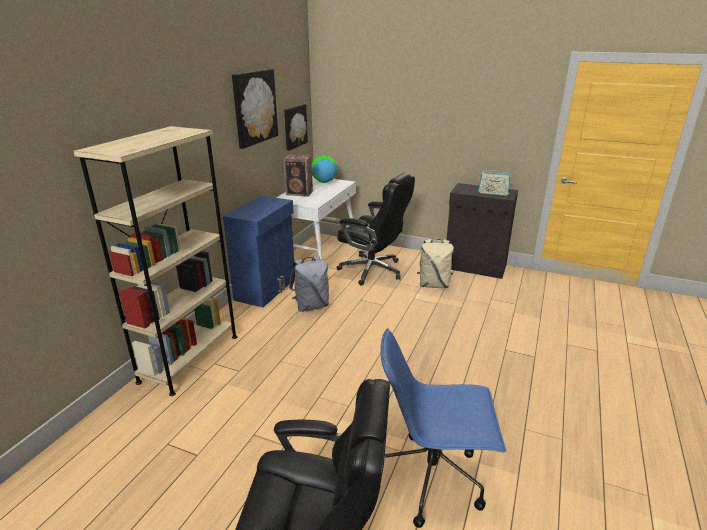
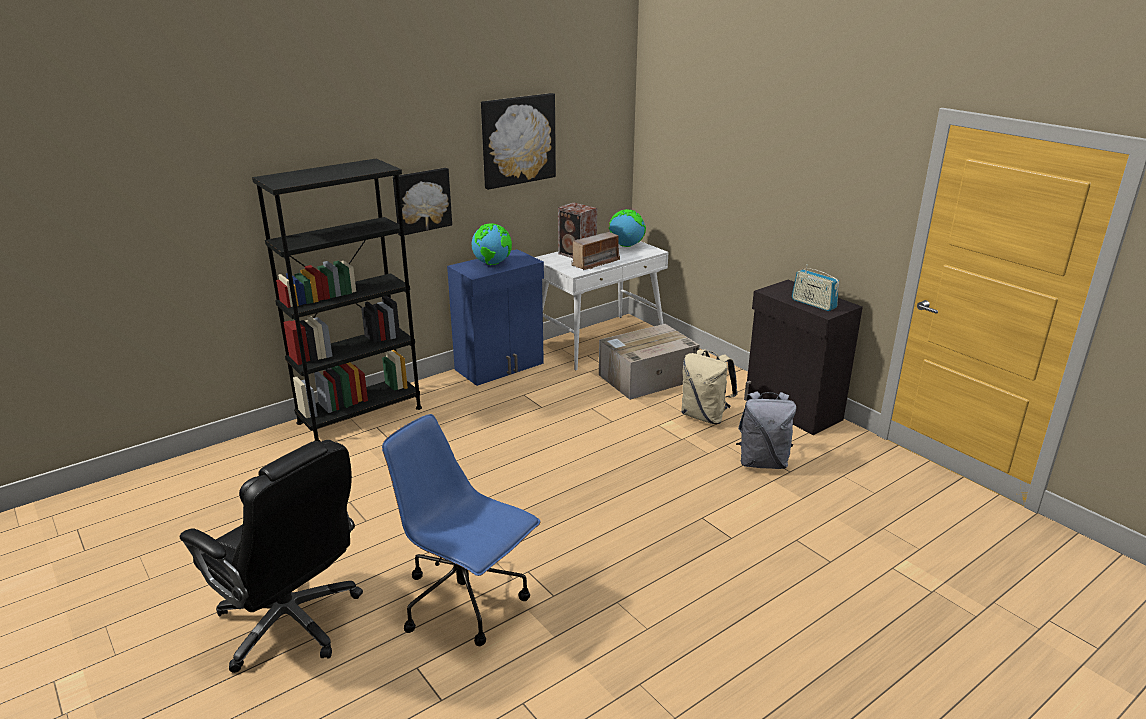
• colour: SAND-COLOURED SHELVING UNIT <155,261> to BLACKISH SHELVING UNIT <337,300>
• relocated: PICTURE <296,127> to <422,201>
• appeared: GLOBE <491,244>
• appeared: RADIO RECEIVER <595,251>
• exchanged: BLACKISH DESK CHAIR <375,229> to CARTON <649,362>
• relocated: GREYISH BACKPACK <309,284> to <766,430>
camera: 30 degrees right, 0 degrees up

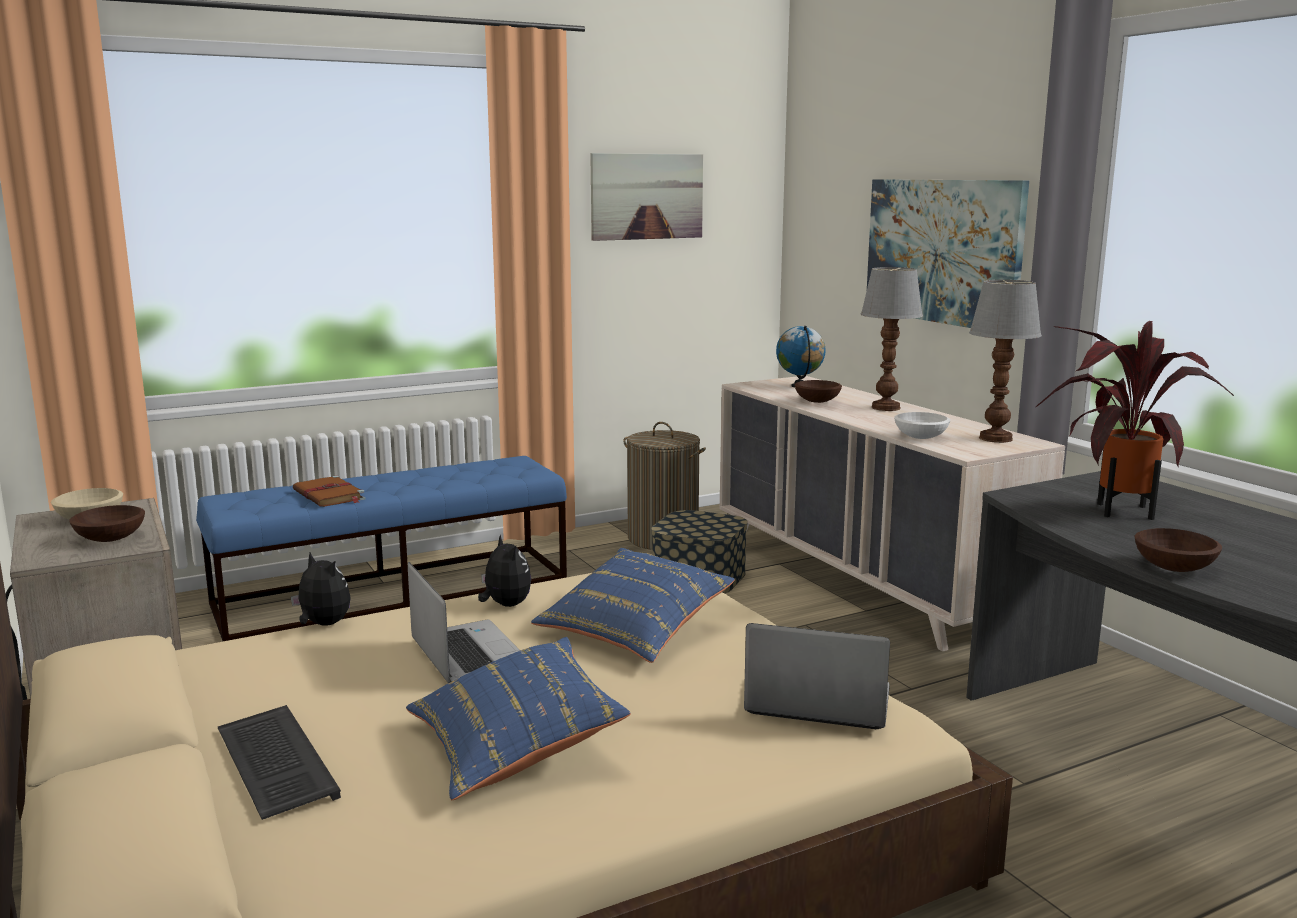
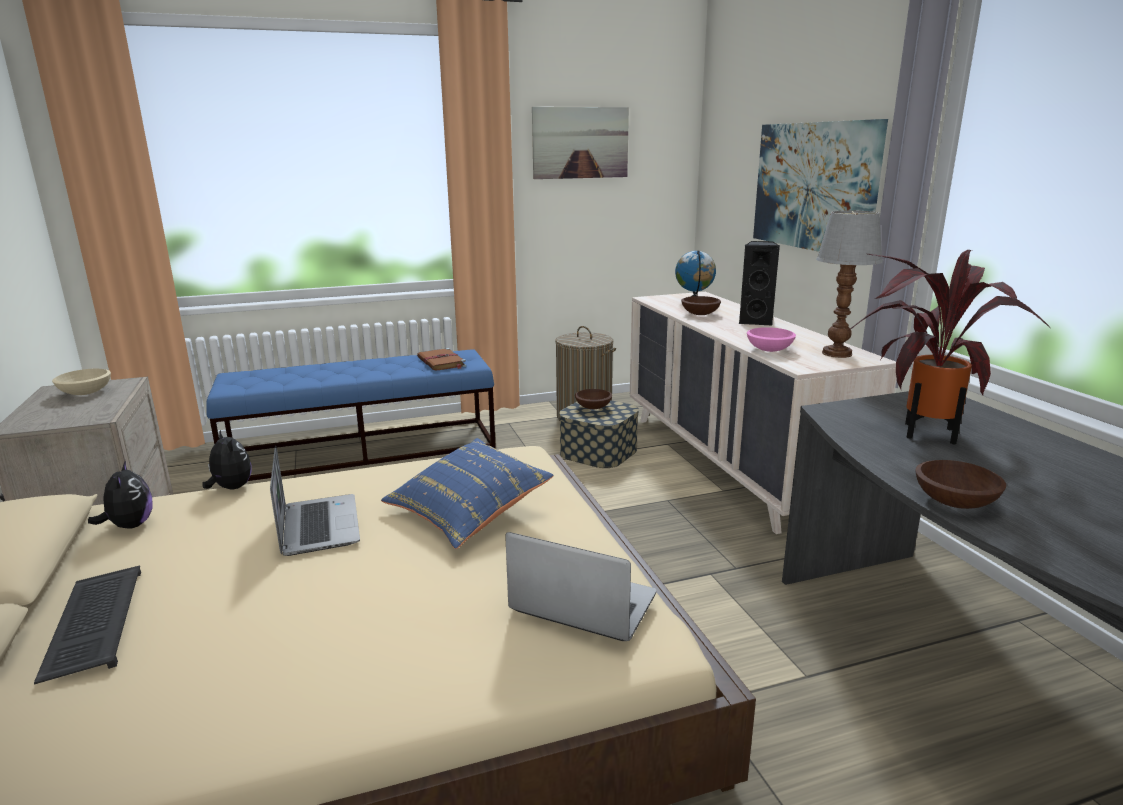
• relocated: CUDDLY TOY <504,570> to <120,494>
• relocated: BROWNISH VOLUME <329,491> to <441,359>
• relocated: BROWNISH SERVING BOWL <107,523> to <593,399>
• exchanged: TABLE LAMP <892,339> to BLACKISH LOUDSPEAKER <759,283>
• colour: WHITE SERVING BOWL <922,425> to PINK SERVING BOWL <771,339>
• missing: BLUE CUSHION <518,718>
camera: 10 degrees right, 5 degrees up

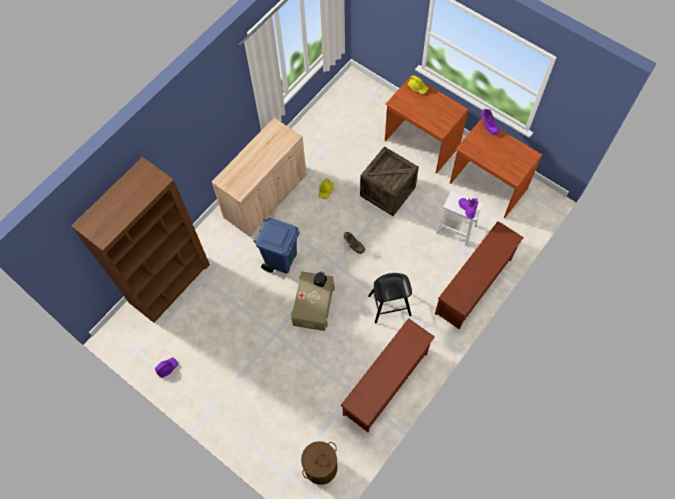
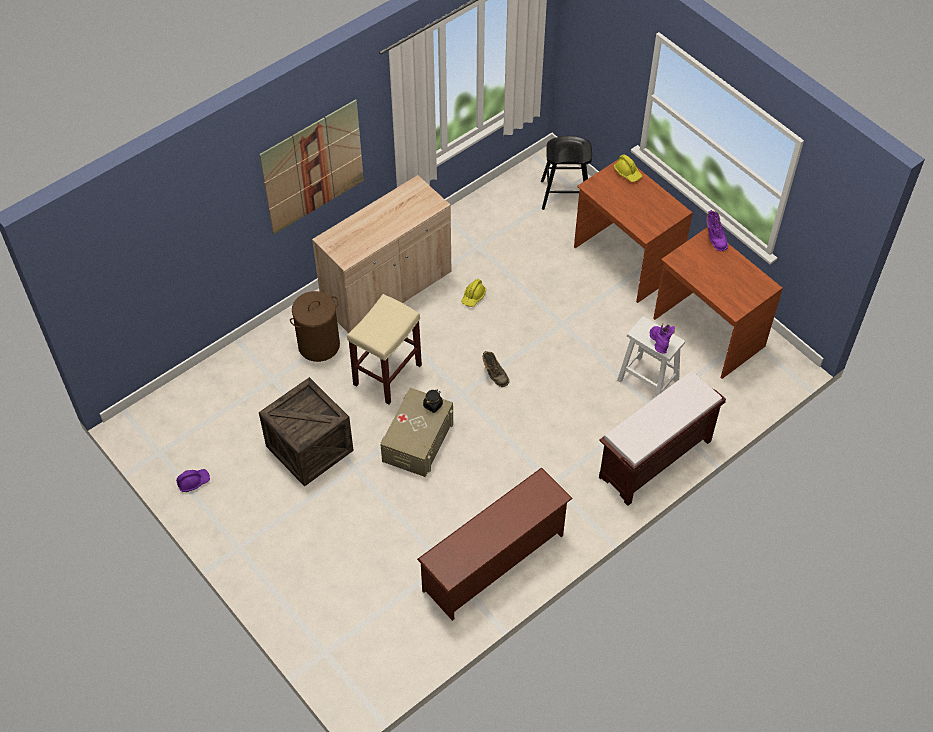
• appeared: PICTURE <311,166>
• relocated: CRATE <389,181> to <306,432>
• relocated: BROWNISH HAMPER <319,463> to <315,326>
• exchanged: BLUE WASTE BIN <276,246> to SAND-COLOURED STOOL SEAT <384,349>
• relocated: BLACKISH STOOL SEAT <390,298> to <566,173>
• exchanged: BROWNISH SHOE RACK <479,275> to BROWNISH LONG SEAT <662,438>
• missing: BROWNISH SHELVING UNIT <140,240>
camera: 10 degrees right, 10 degrees down

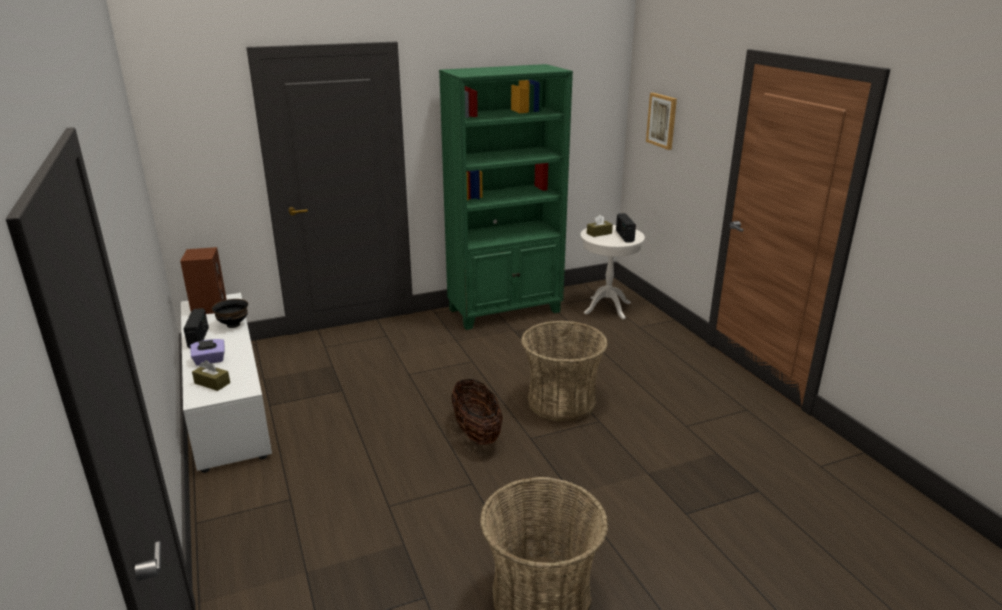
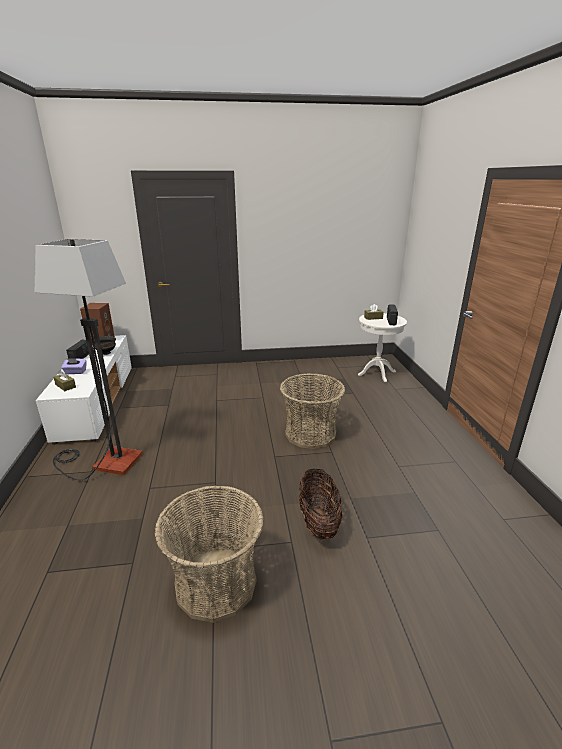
• appeared: STANDING LAMP <89,359>
• relocated: HOUSEHOLD BASKET <477,412> to <321,504>
• missing: GREENISH SHELVING UNIT <506,197>
• missing: PICTURE <661,121>
camera: 15 degrees right, 0 degrees up

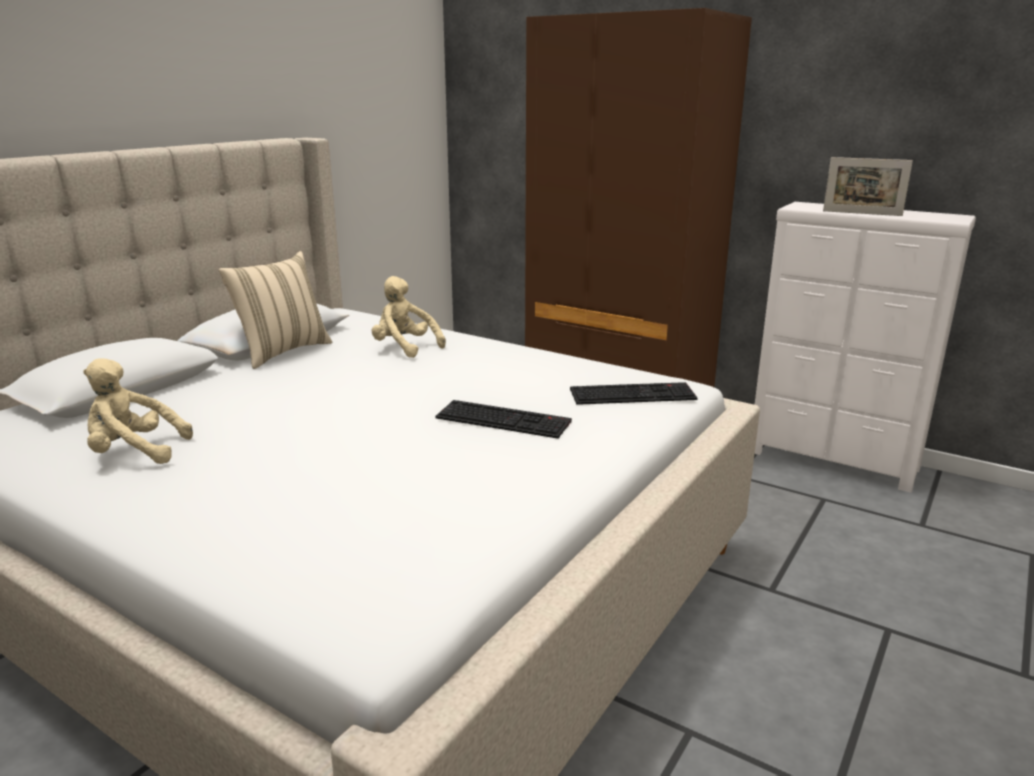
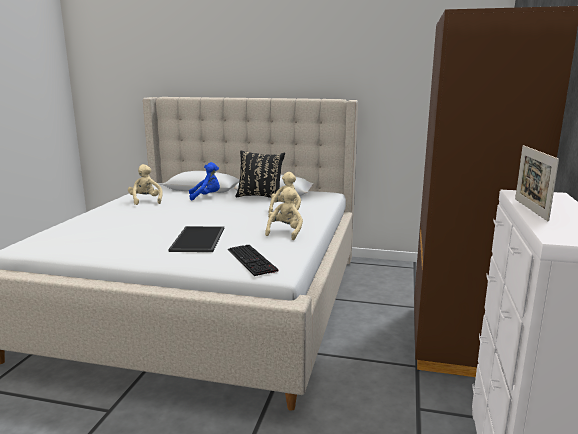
• exchanged: PC KEYBOARD <503,419> to SERVING TRAY <196,239>
• appeared: BLUE CUDDLY TOY <204,181>
• colour: SAND-COLOURED CUSHION <275,310> to BLACKISH CUSHION <260,174>
• appeared: SAND-COLOURED CUDDLY TOY <284,213>
camera: 70 degrees right, 5 degrees down

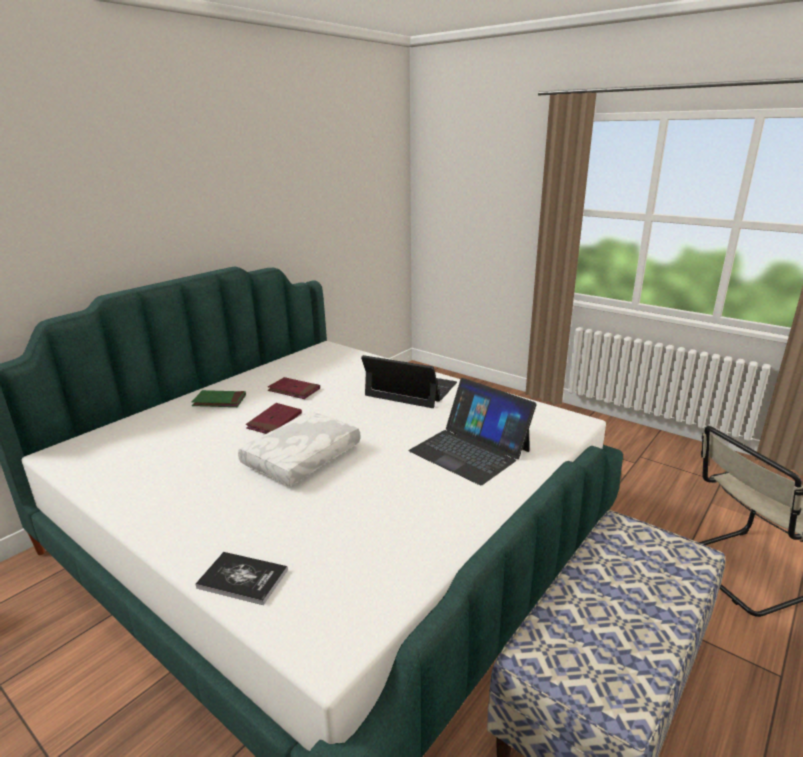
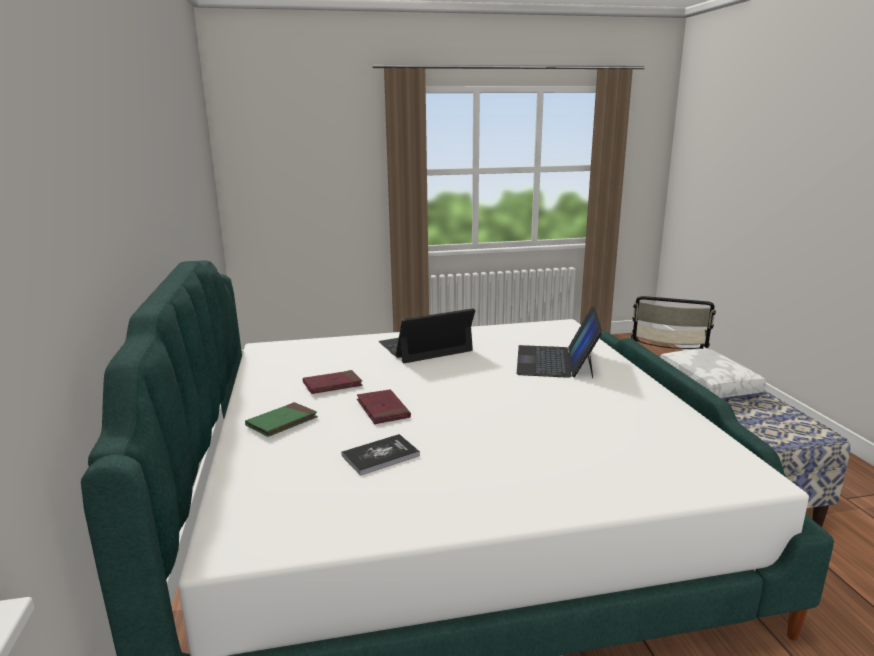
• relocated: VOLUME <242,578> to <381,455>
• spun: NOTEBOOK COMPUTER <473,431> = <559,342> 105 degrees clockwise
• relocated: WHITE CUSHION <299,448> to <713,373>
camera: 50 degrees left, 5 degrees down

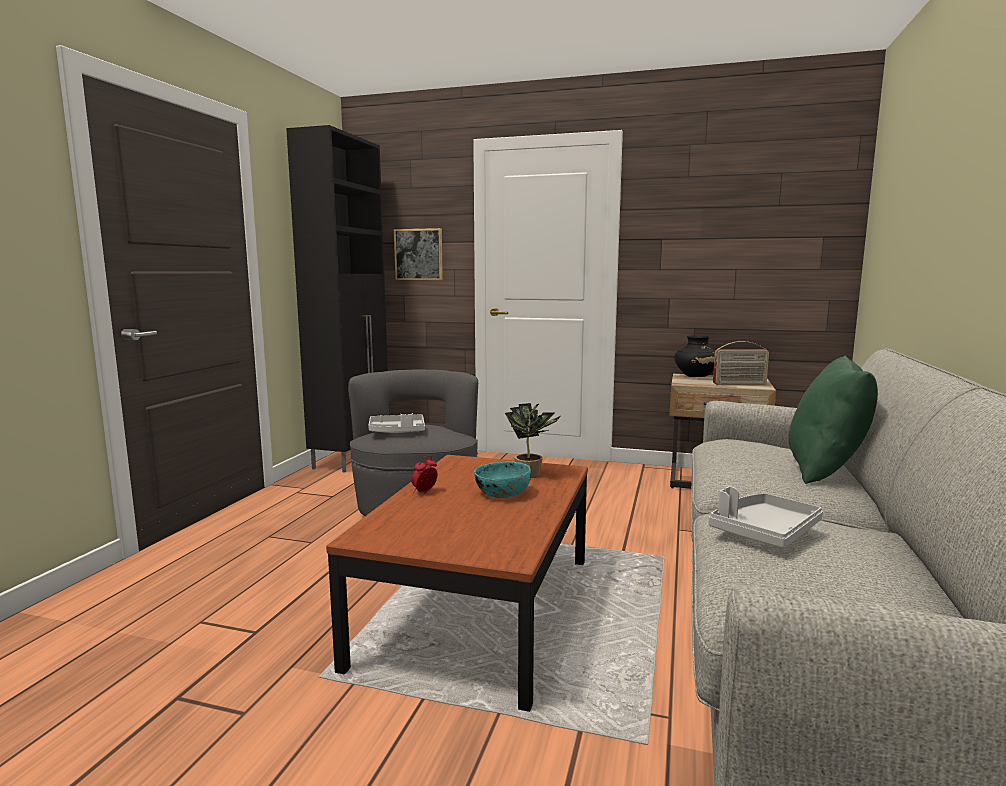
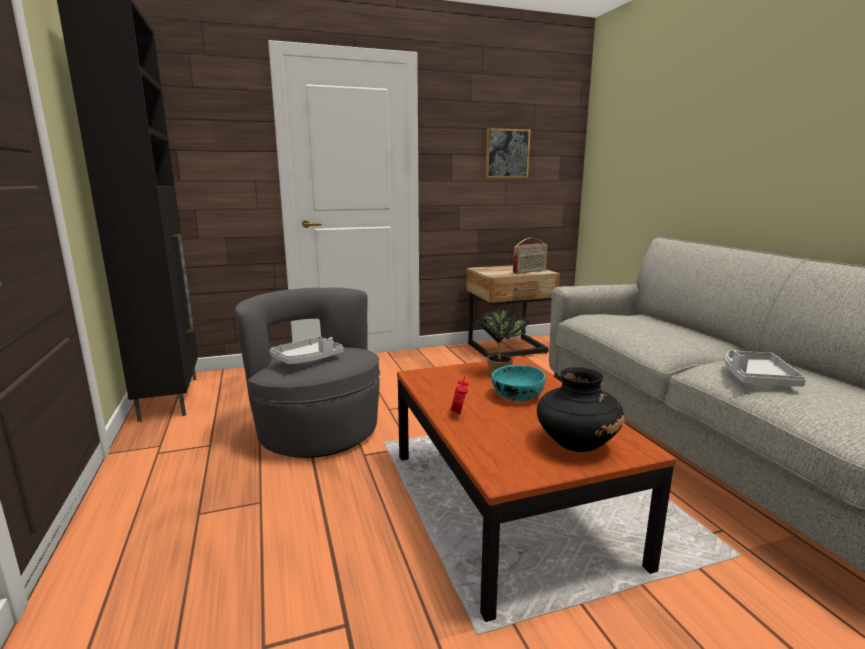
• relocated: PICTURE <418,254> to <507,153>
• relocated: BLACKISH VASE <694,356> to <580,409>
• missing: GREENISH CUSHION <833,420>
camera: 35 degrees left, 5 degrees up

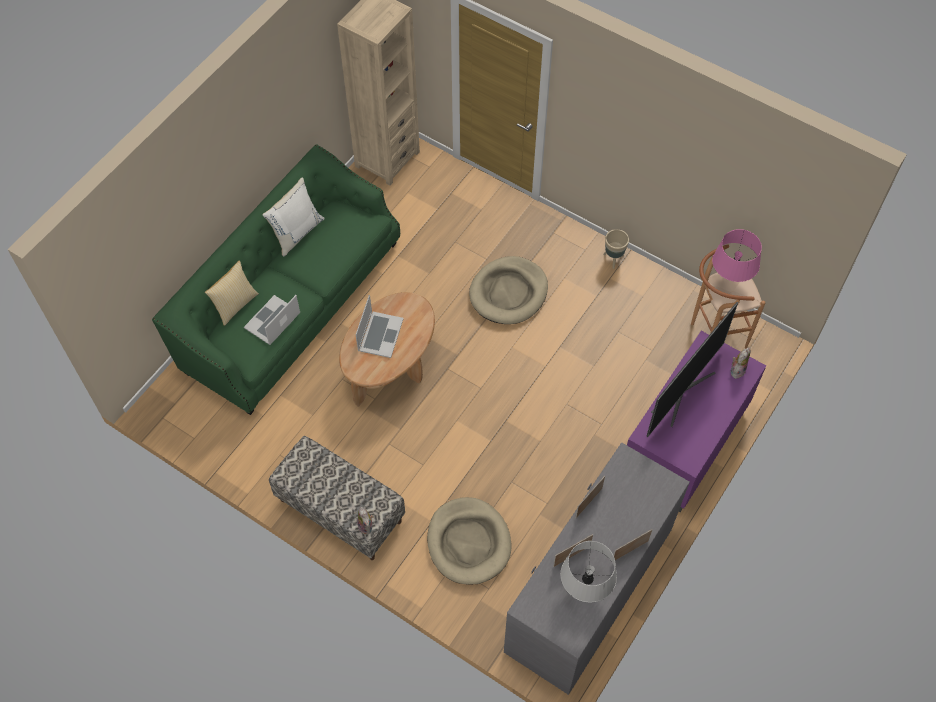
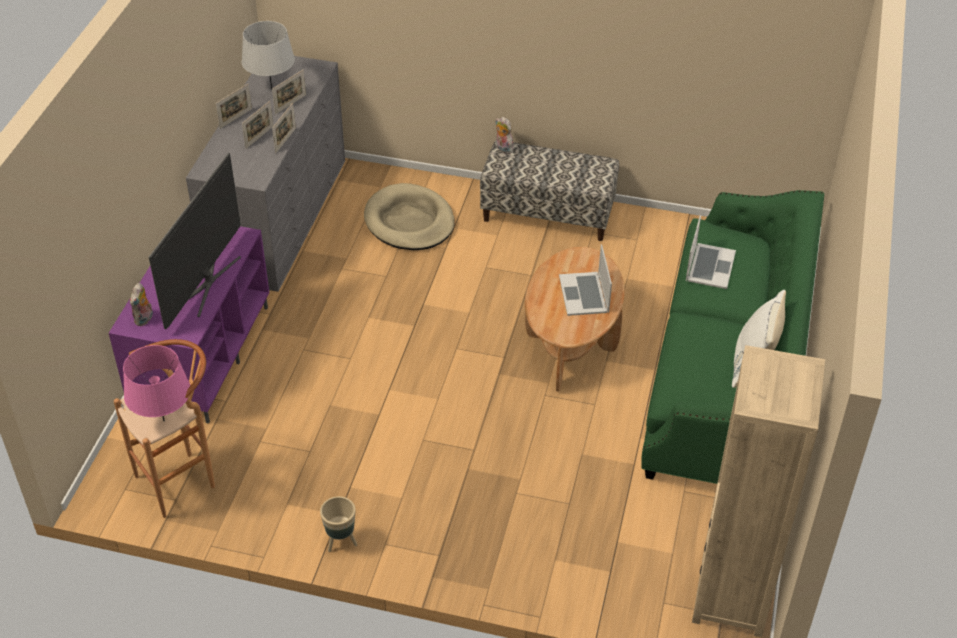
• appeared: STANDING FRAME <257,125>
• missing: CUSHION <232,293>
• missing: SAND-COLOURED DOG BED <508,290>
camera: 160 degrees right, 15 degrees down

